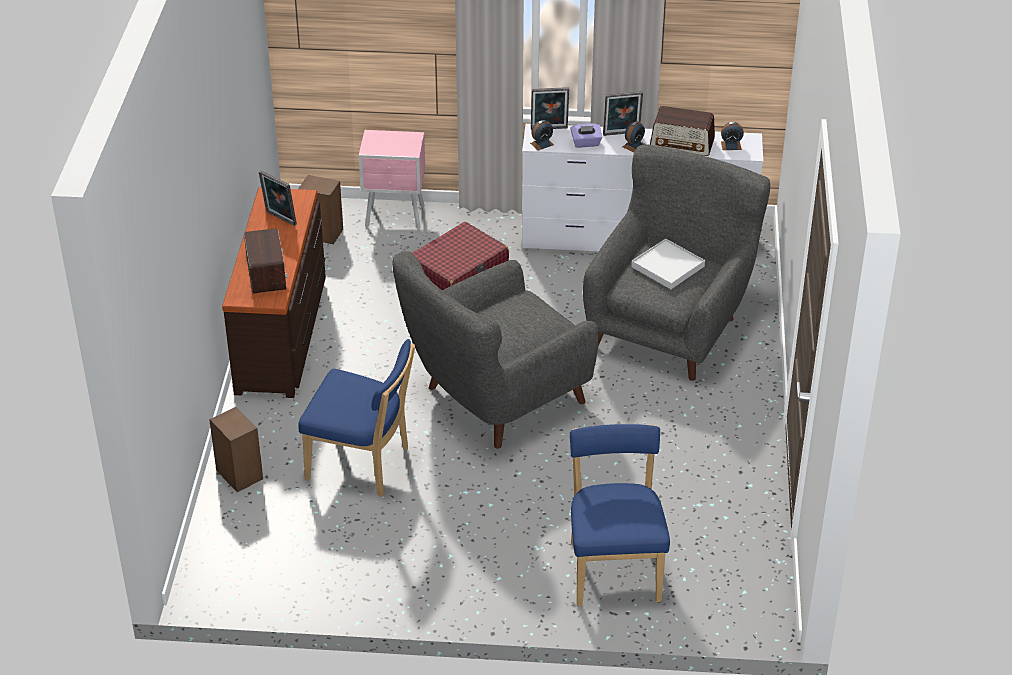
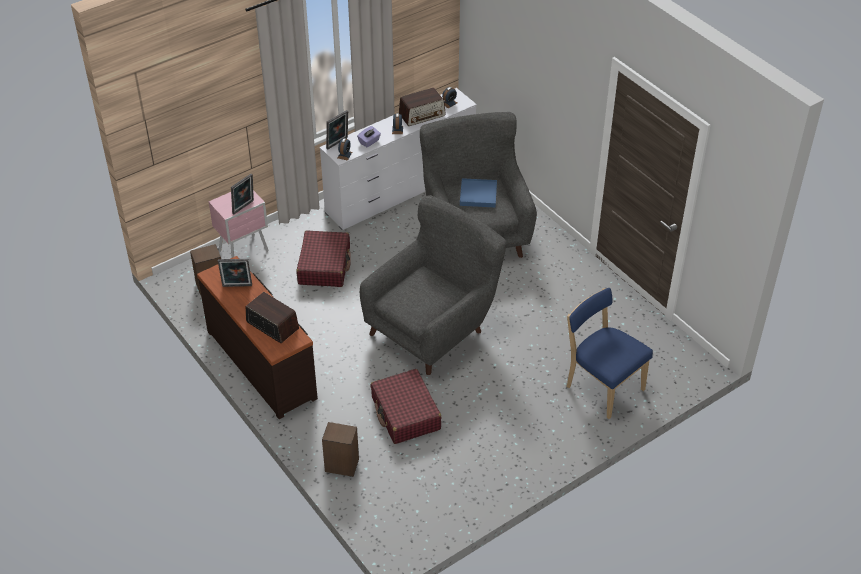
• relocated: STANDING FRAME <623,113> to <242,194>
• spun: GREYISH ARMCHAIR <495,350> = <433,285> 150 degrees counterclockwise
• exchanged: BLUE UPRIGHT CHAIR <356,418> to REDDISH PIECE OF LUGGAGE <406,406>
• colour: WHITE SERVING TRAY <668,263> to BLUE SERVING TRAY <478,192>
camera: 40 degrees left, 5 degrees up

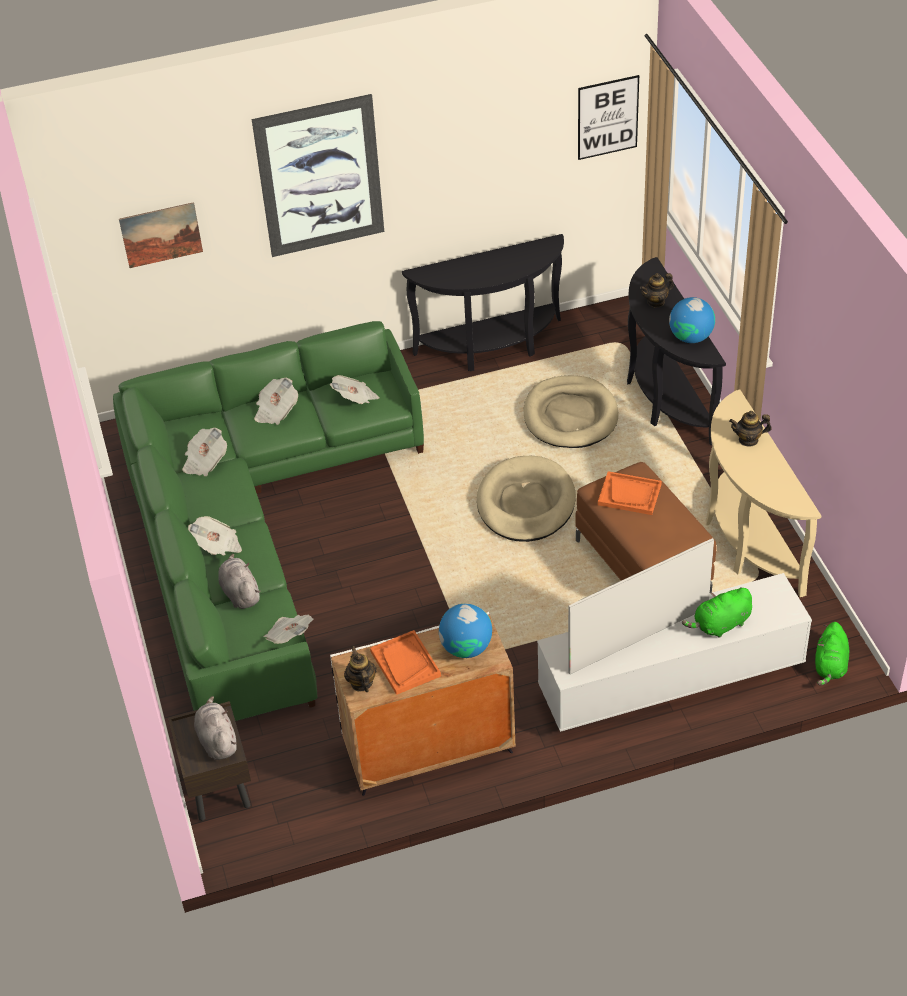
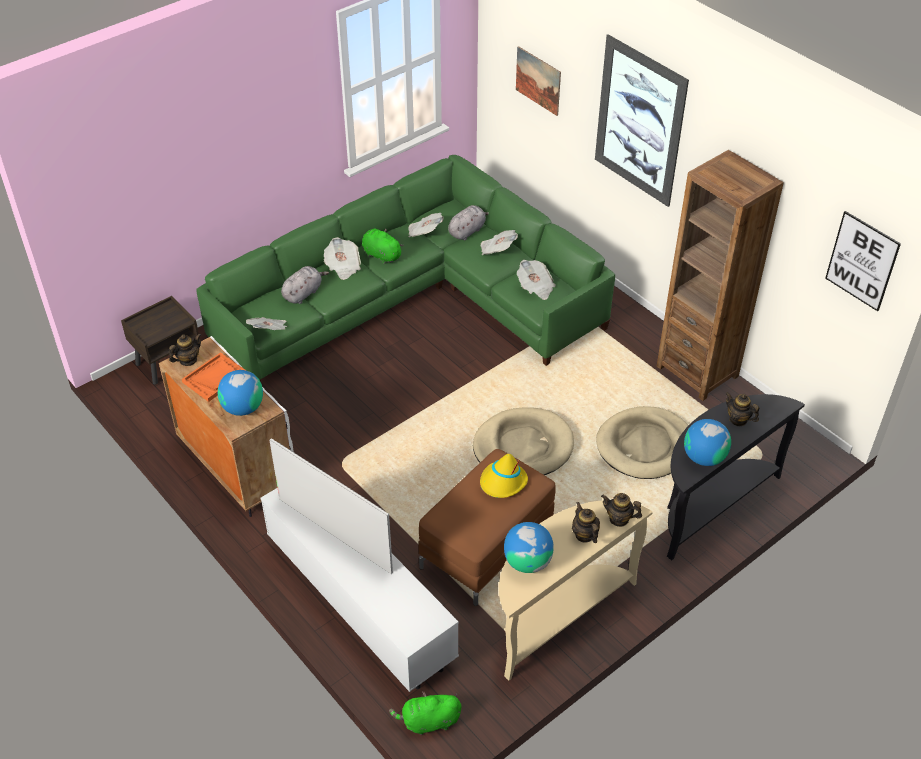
• relocated: GREENISH CUDDLY TOY <717,612> to <383,246>
• relocated: GREYISH CUDDLY TOY <215,728> to <468,222>
• exchanged: ORANGE SERVING TRAY <630,493> to YELLOWISH CLOTHING HAT <504,476>
• appeared: GLOBE <529,547>
• appeared: TEA POT <621,510>
• exchanged: BLACKISH CONSOLE TABLE <483,302> to BROWNISH SHELVING UNIT <720,275>
camera: 65 degrees right, 0 degrees up

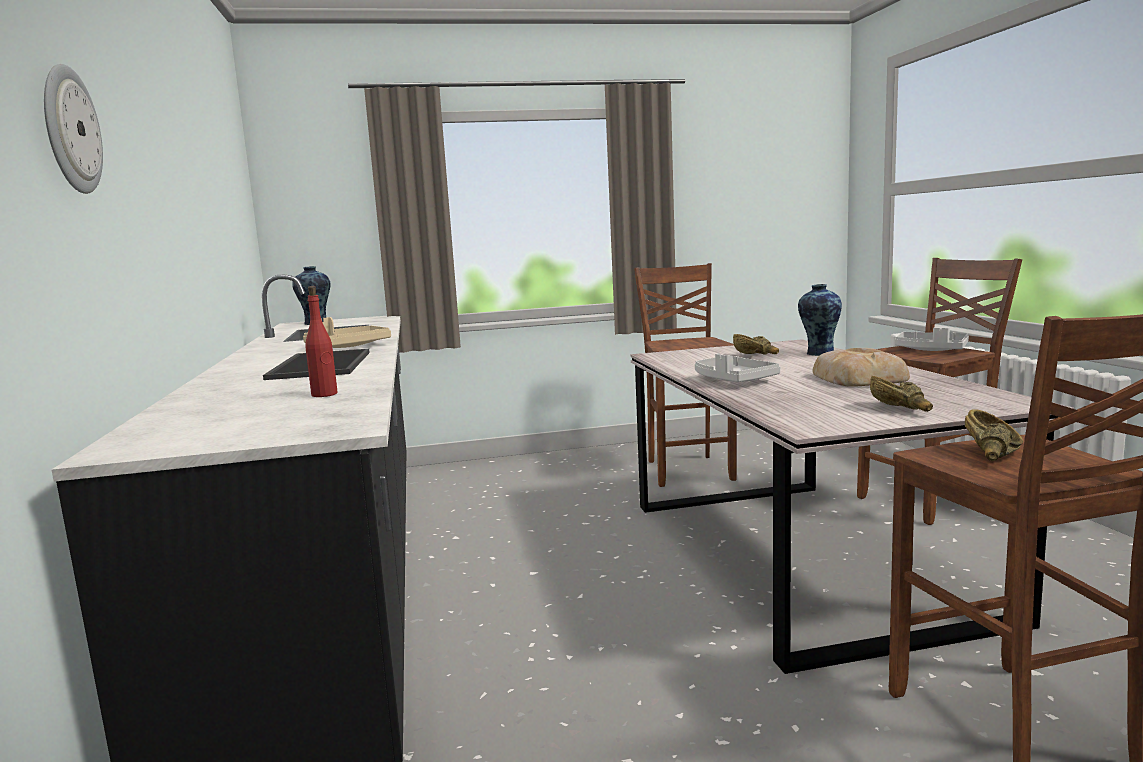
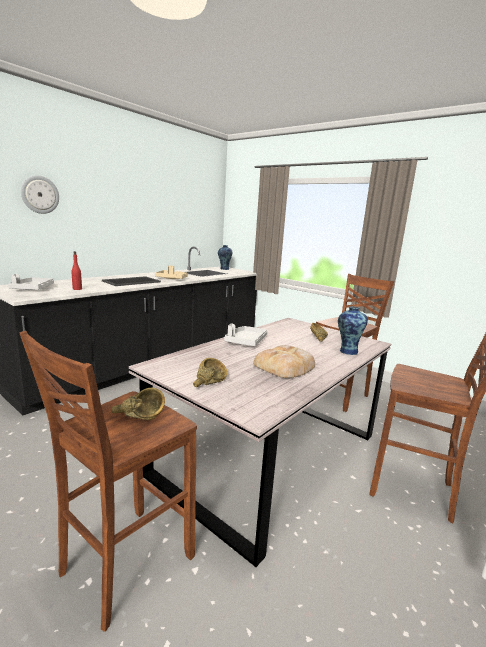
• relocated: GREYISH SERVING TRAY <932,339> to <31,282>
camera: 50 degrees right, 5 degrees up

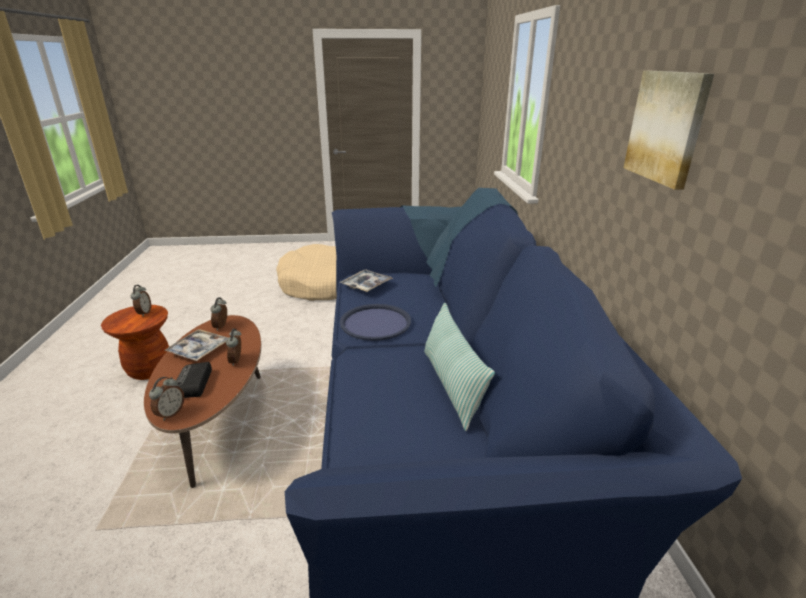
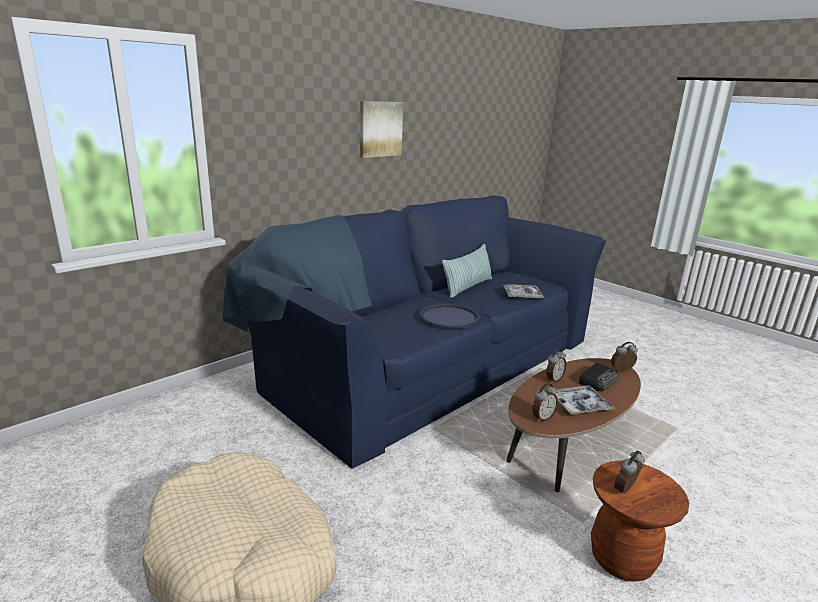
• relocated: SERVING TRAY <366,280> to <524,291>
camera: 130 degrees left, 5 degrees down

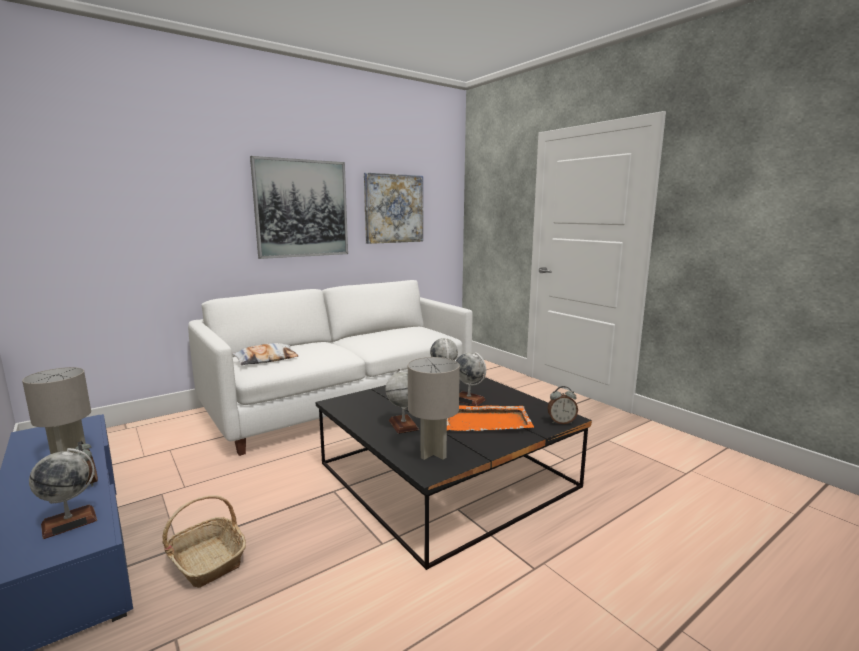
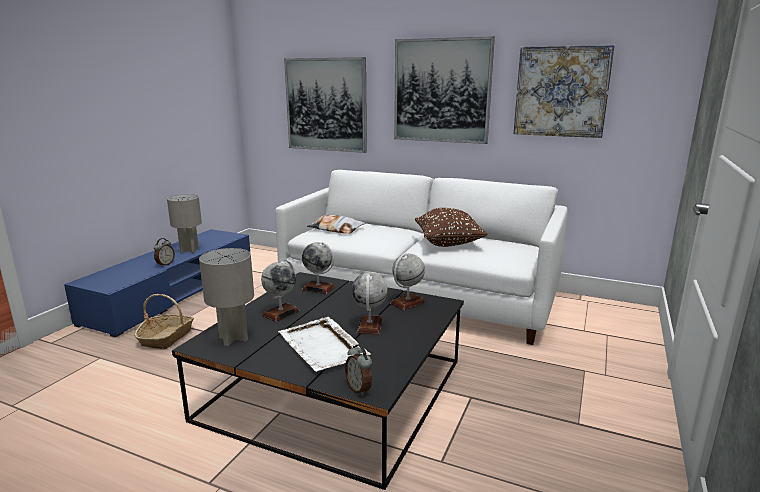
• colour: ORANGE SERVING TRAY <490,418> to WHITE SERVING TRAY <324,344>
• appeared: PICTURE <325,105>
• relocated: GLOBE <63,493> to <318,268>
• appeared: BROWNISH CUSHION <451,227>
camera: 60 degrees right, 5 degrees up

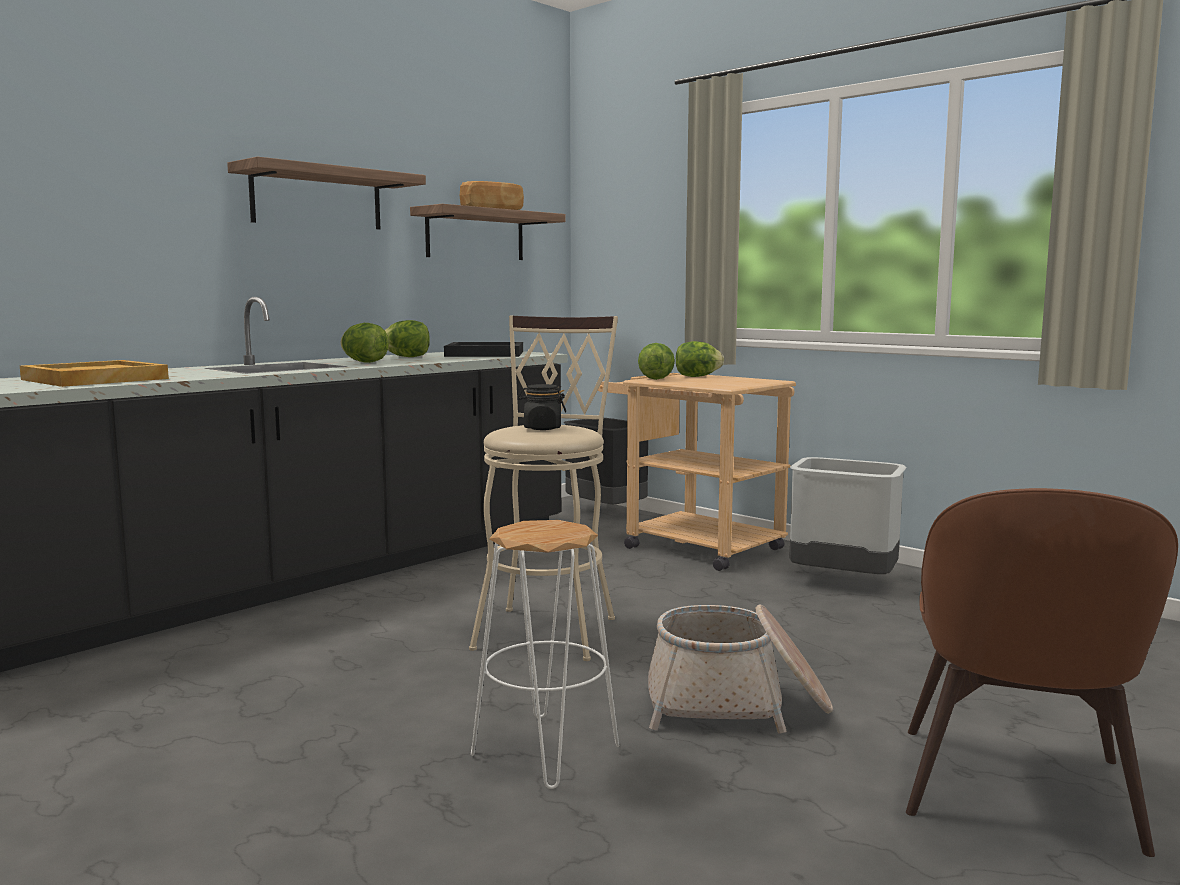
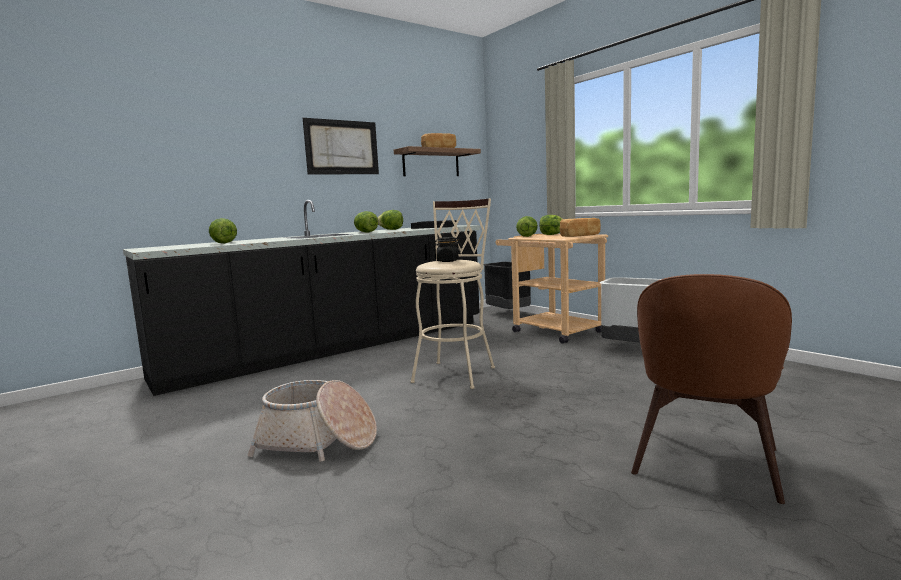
• exchanged: SAND-COLOURED SERVING TRAY <94,373> to HEAD OF LETTUCE <223,230>
• relocated: HOUSEHOLD BASKET <740,669> to <312,421>
• exchanged: WALL SHELF <326,193> to PICTURE <341,146>
• appeared: BAKERY BREAD <580,227>
• missing: WHITE STOOL SEAT <545,654>
camera: 10 degrees right, 0 degrees up

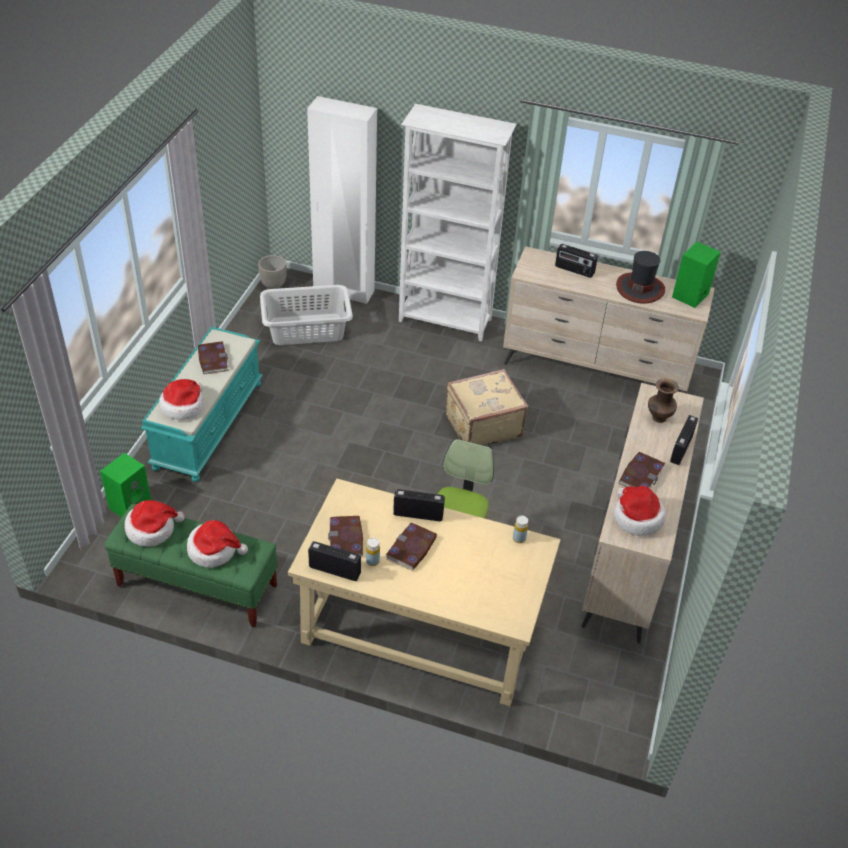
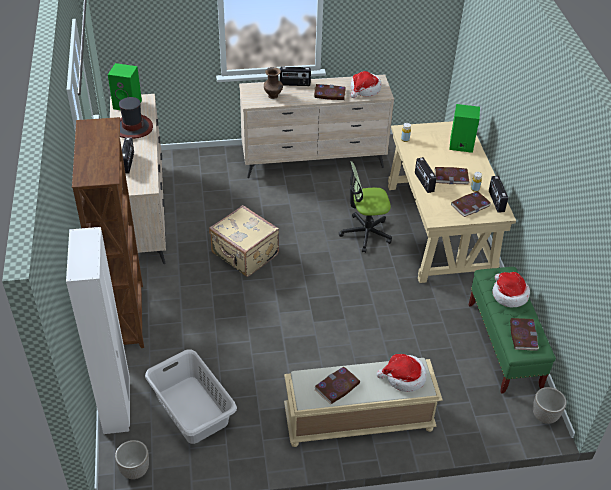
• colour: WHITE SHELVING UNIT <458,223> to BROWNISH SHELVING UNIT <108,232>
• colour: TURQUOISE LONG SEAT <202,404> to SAND-COLOURED LONG SEAT <363,402>
• relocated: GREENISH LOUDSPEAKER <125,485> to <464,128>
• exchanged: CLOTHING HAT <155,523> to VOLUME <524,334>
• appeared: PLANT POT <549,405>
camera: 115 degrees left, 0 degrees up

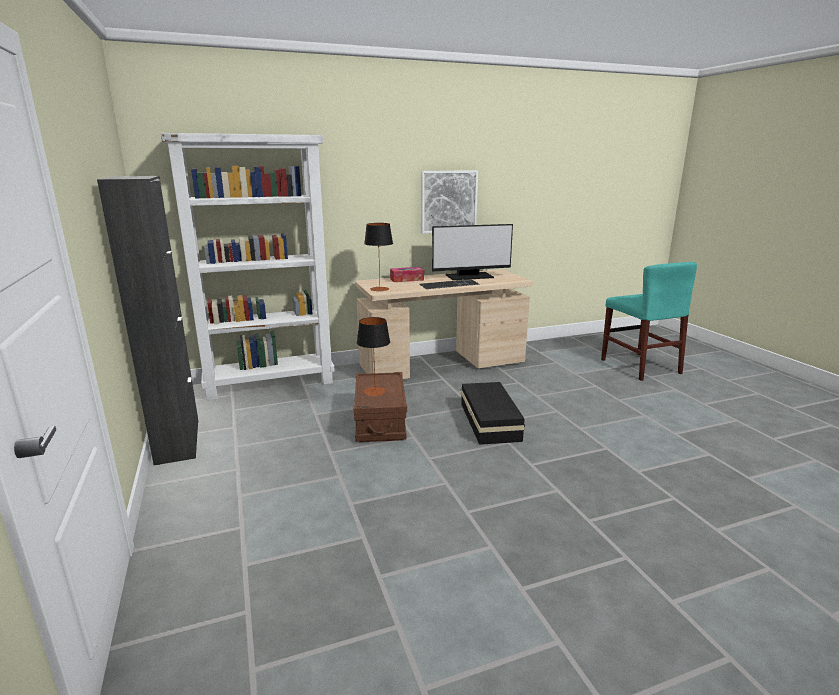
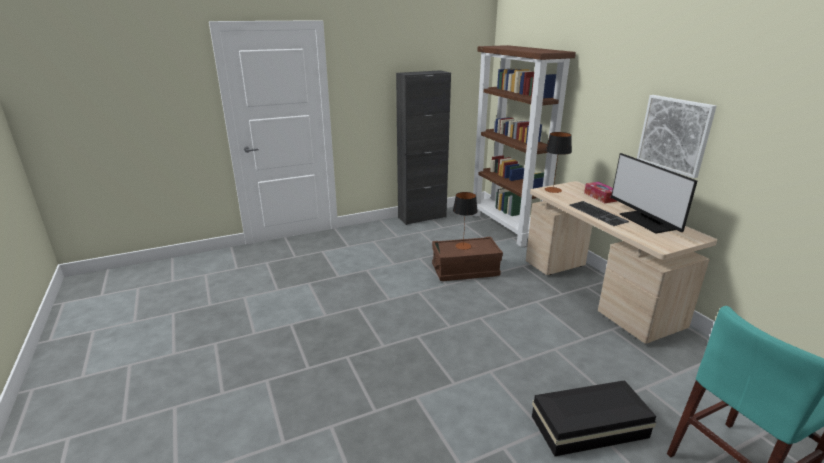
• colour: WHITE SHELVING UNIT <248,267> to BROWNISH SHELVING UNIT <524,146>
• relocated: BLACKISH STORAGE BOX <493,413> to <594,418>
camera: 85 degrees right, 5 degrees up

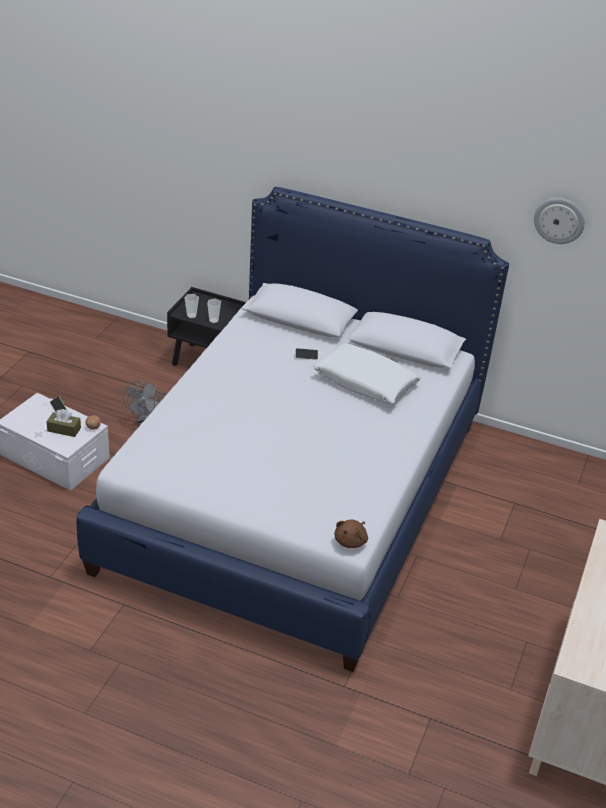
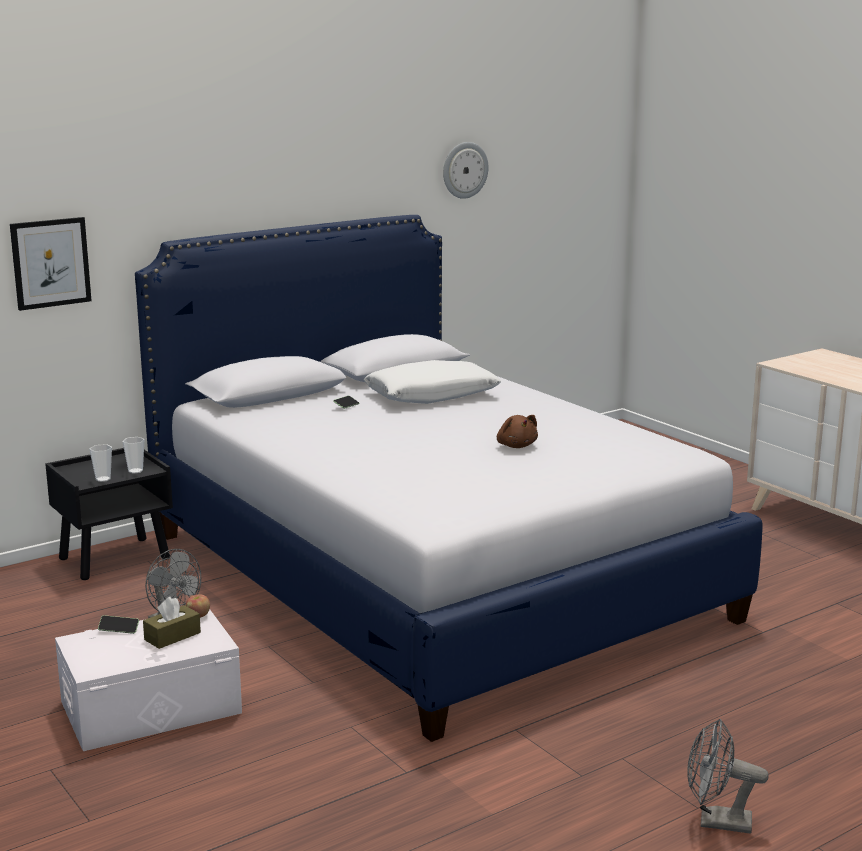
• appeared: PICTURE <51,264>
• relocated: BROWNISH CUDDLY TOY <351,533> to <517,431>
• appeared: GREYISH FAN <728,776>
camera: 55 degrees left, 20 degrees down

